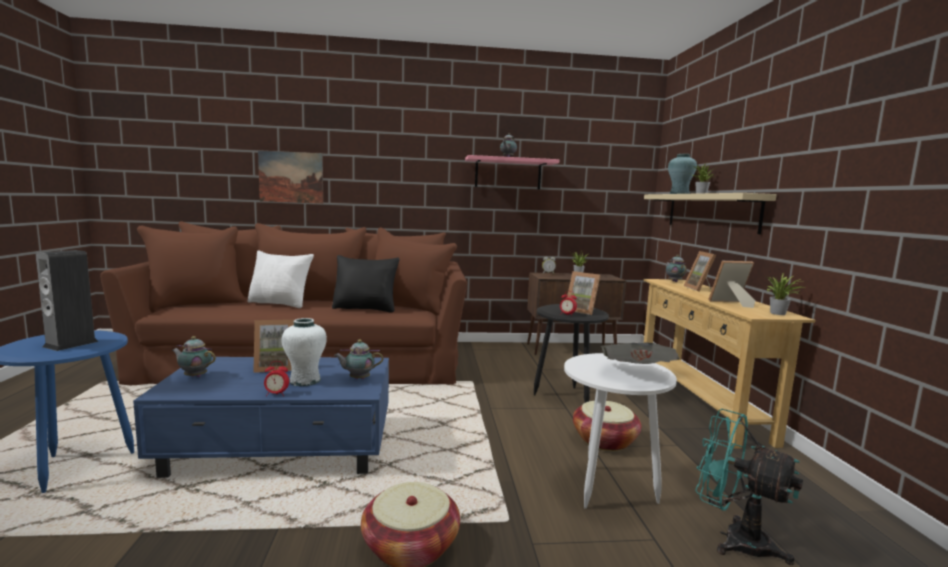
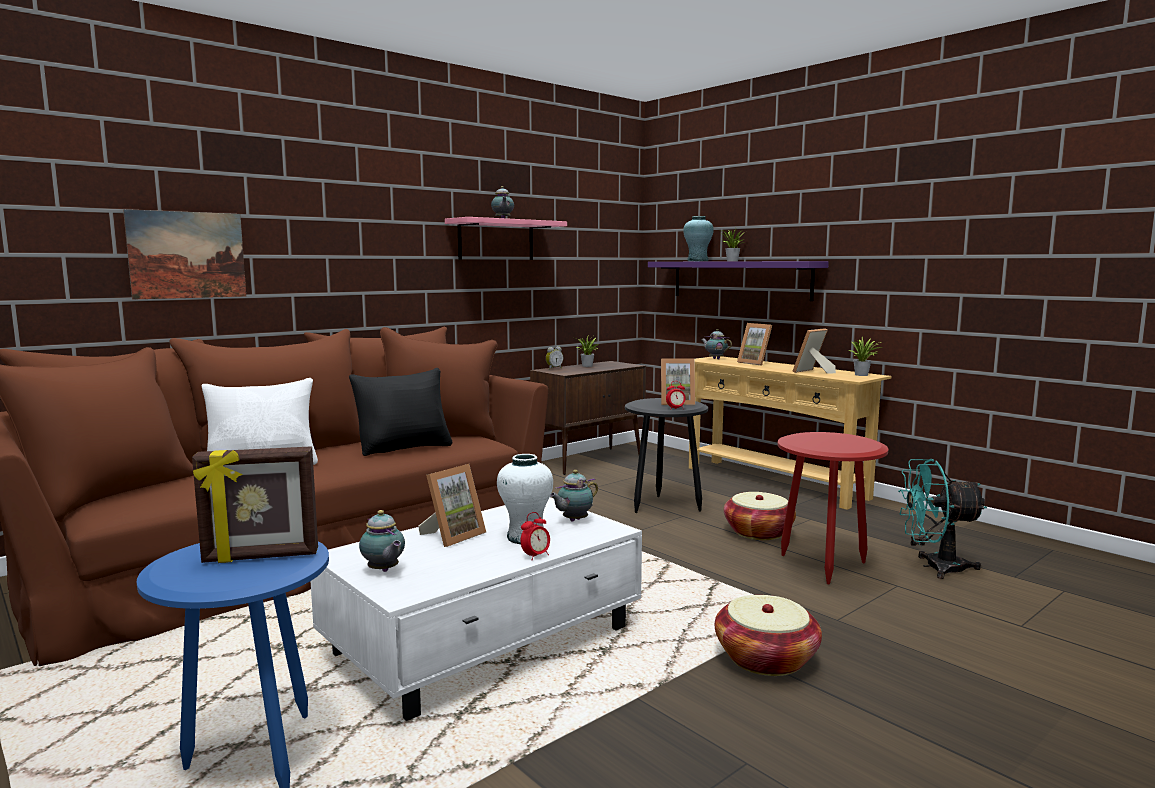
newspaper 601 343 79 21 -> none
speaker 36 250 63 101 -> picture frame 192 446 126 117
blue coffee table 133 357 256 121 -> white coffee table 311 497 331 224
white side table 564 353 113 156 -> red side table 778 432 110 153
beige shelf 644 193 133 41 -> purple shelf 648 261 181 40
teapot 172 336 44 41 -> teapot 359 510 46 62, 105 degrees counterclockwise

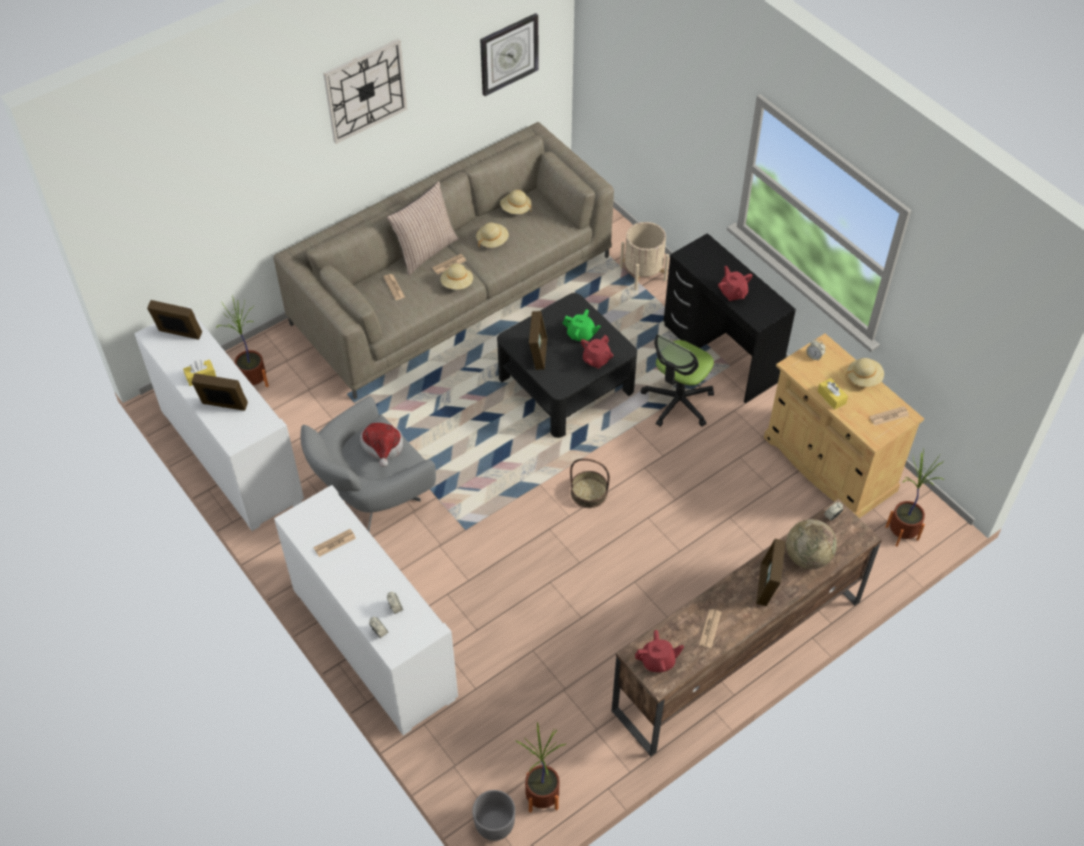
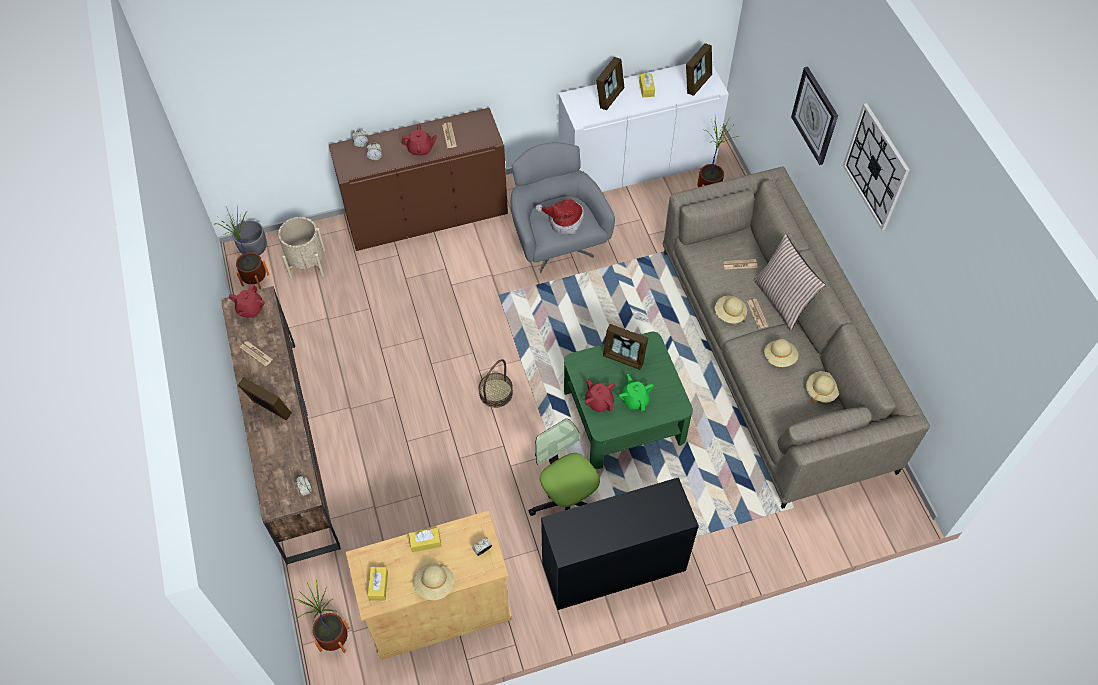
globe 786 519 51 50 -> none
wall clock 480 13 58 83 -> wall clock 791 67 47 98, moved
beige planter 620 222 49 68 -> beige planter 278 217 47 61, moved
red teapot 718 266 34 35 -> red teapot 401 125 36 31, moved
newspaper 869 406 40 20 -> yellow tissue box 368 567 20 34
white cabinet 274 485 184 250 -> brown cabinet 329 108 179 143
black coffee table 497 293 140 145 -> green coffee table 564 332 129 137
green teapot 563 309 38 32 -> green teapot 619 374 35 37, 120 degrees clockwise

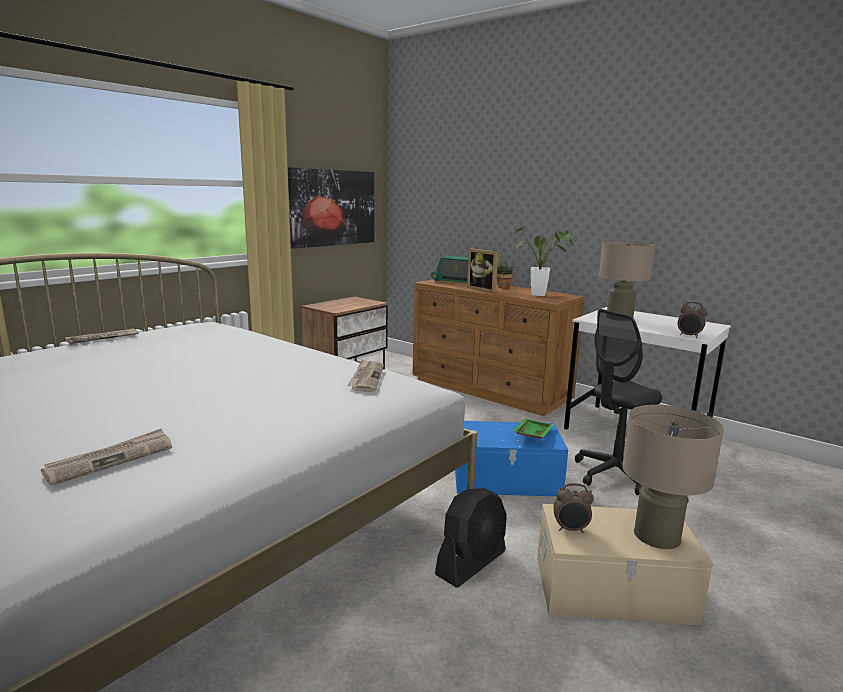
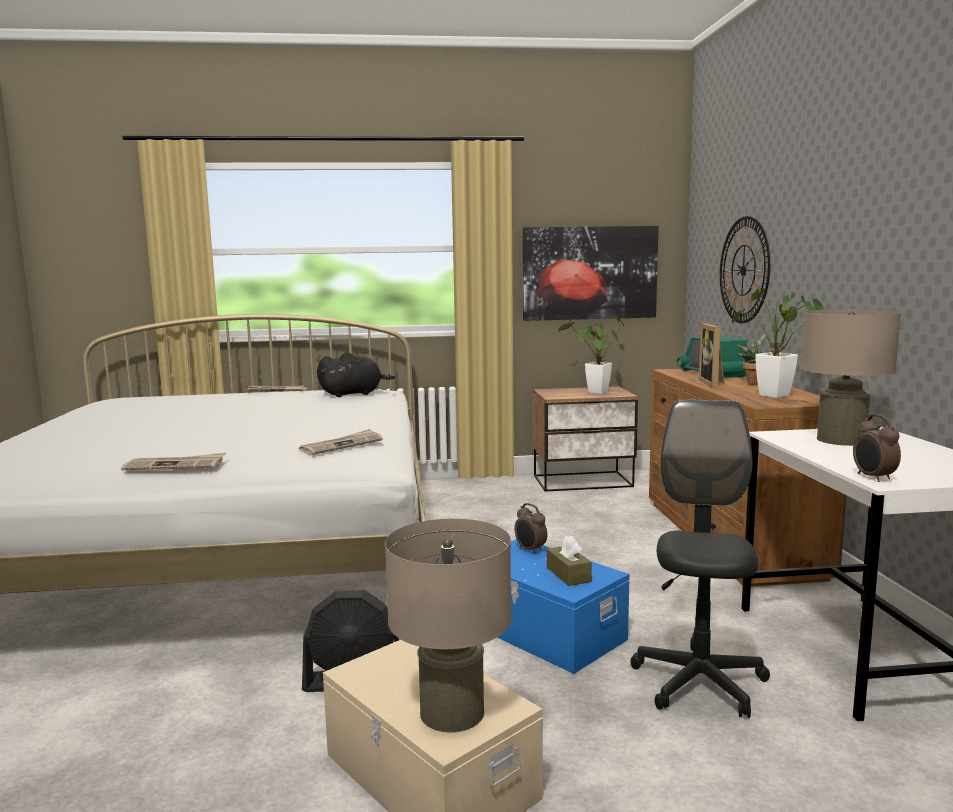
none -> black plush toy 317 352 78 45
none -> potted plant 558 317 66 77
none -> wall clock 720 216 50 107
newspaper 41 428 131 58 -> newspaper 121 452 105 18, moved
alarm clock 553 483 41 50 -> alarm clock 514 503 33 51, moved
green tray 512 418 42 21 -> brown tissue box 547 535 45 51
black office chair 575 309 87 186 -> black office chair 631 400 139 318, 90 degrees clockwise

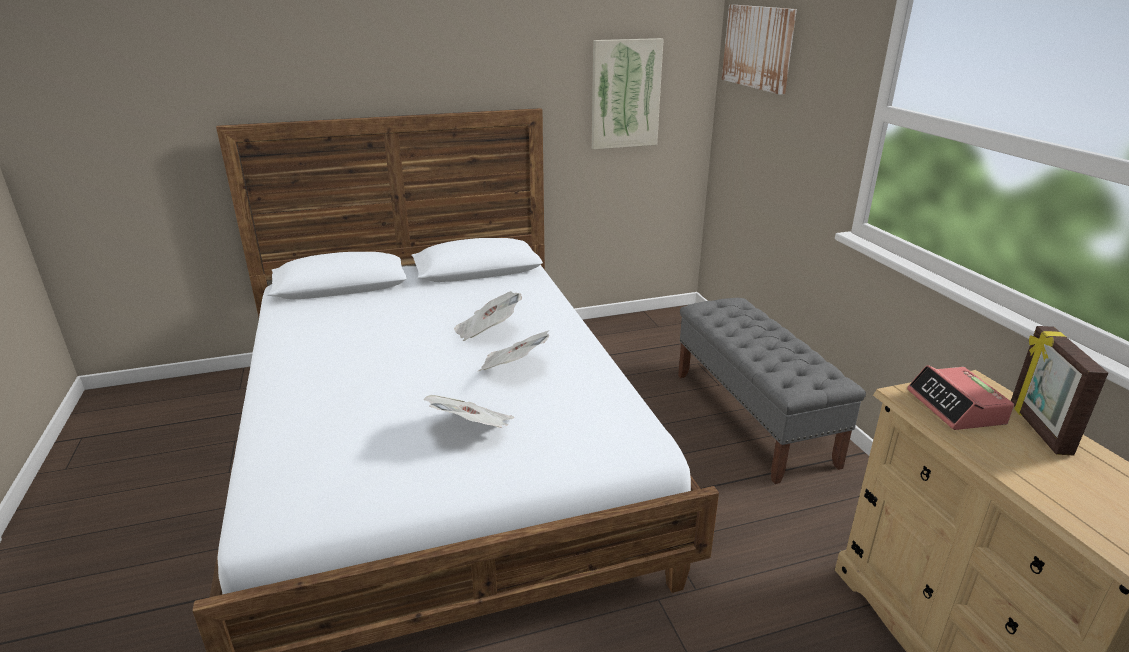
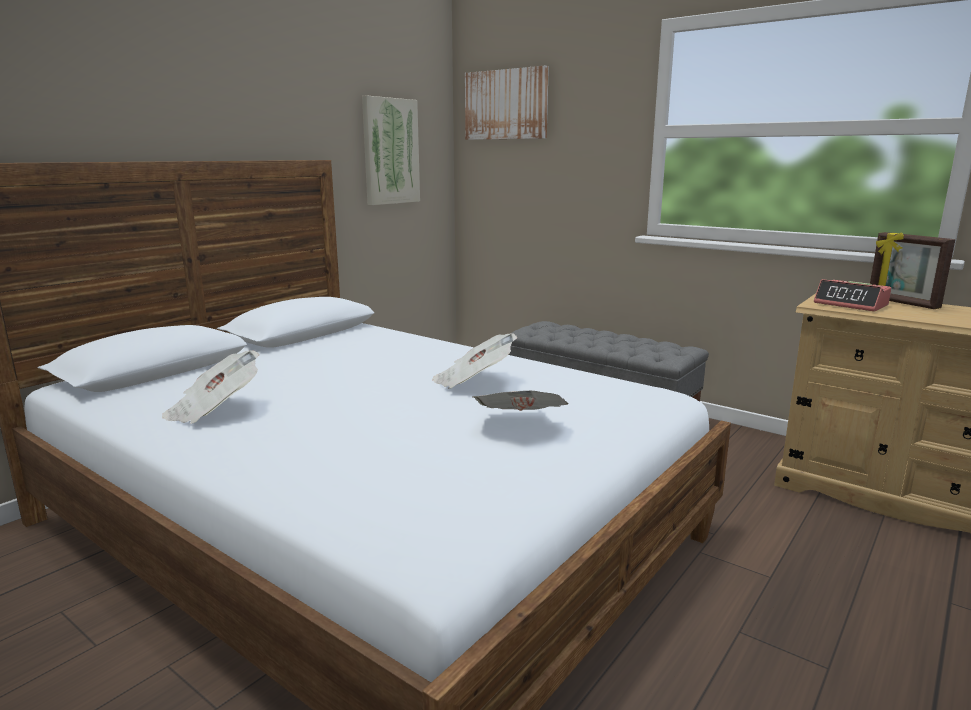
newspaper 454 291 68 50 -> newspaper 162 350 97 74, moved

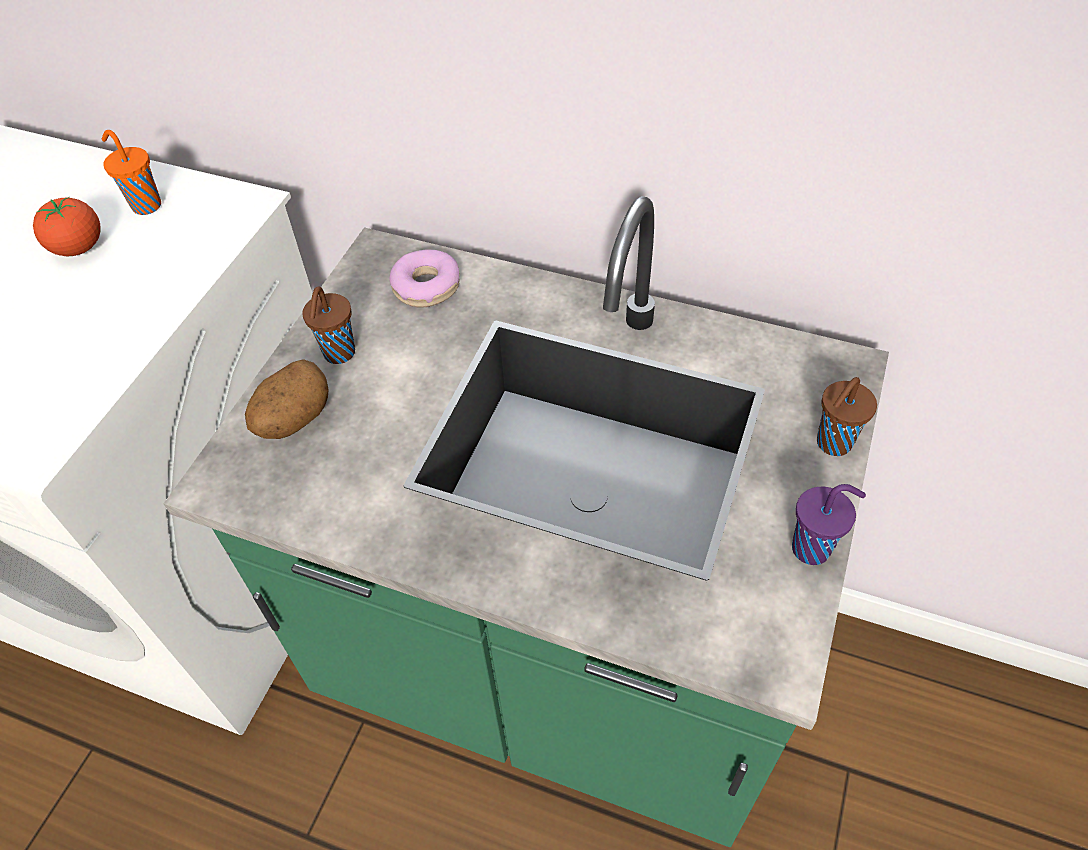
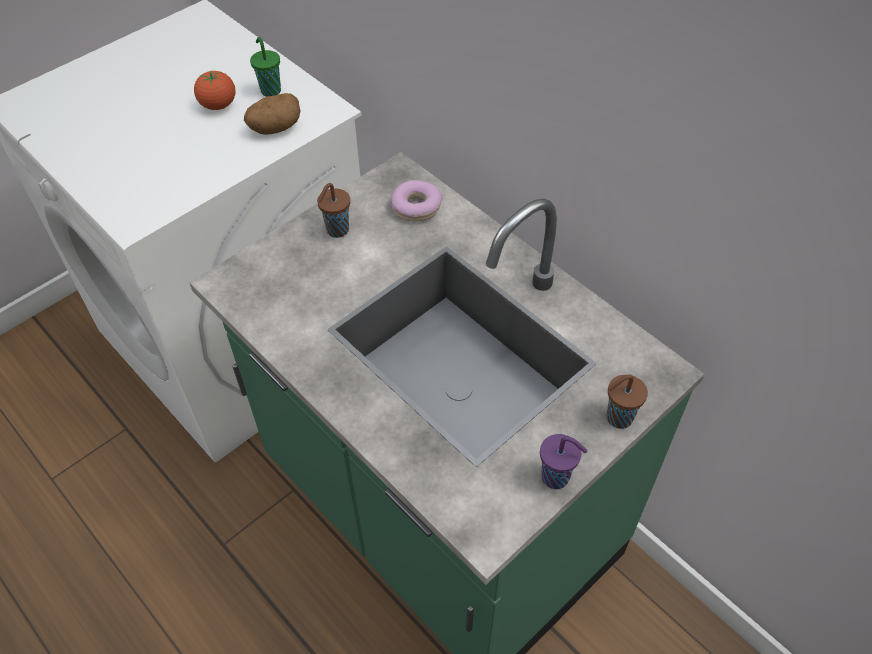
potato 245 359 84 80 -> potato 244 93 56 42, moved
orange cup 102 130 59 85 -> green cup 250 37 31 60

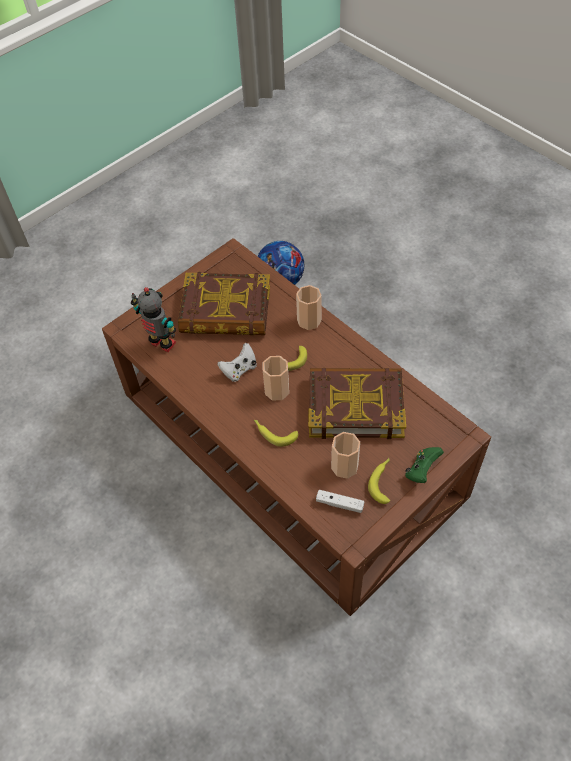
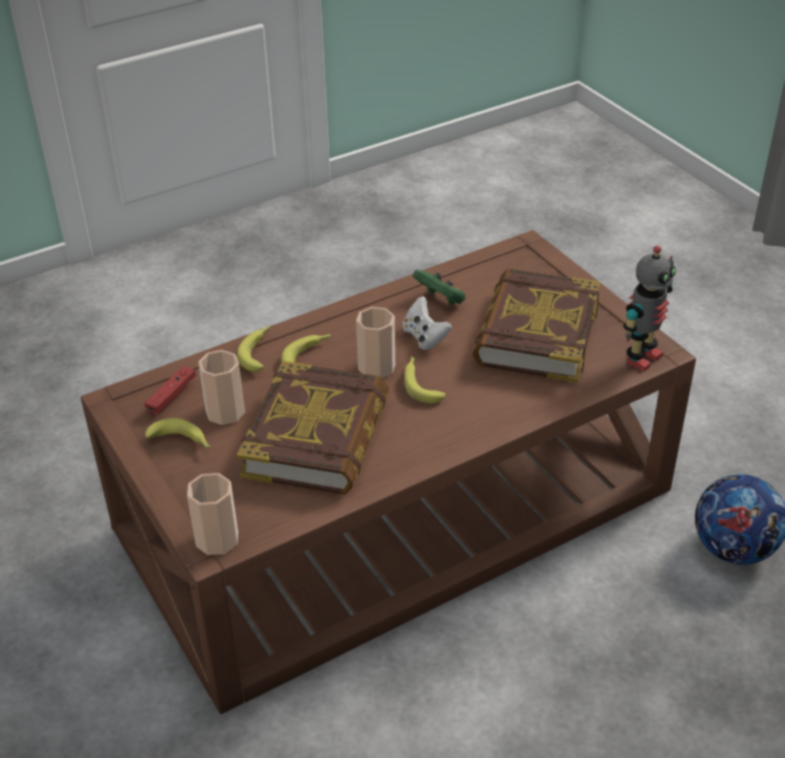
none -> banana 237 326 33 46
toy robot 131 287 45 65 -> toy robot 623 246 53 125, moved
cup 296 285 25 45 -> cup 187 473 51 82, moved
green game controller 405 447 39 36 -> green game controller 413 270 52 35, moved
white game controller 316 490 48 23 -> red game controller 145 366 51 49

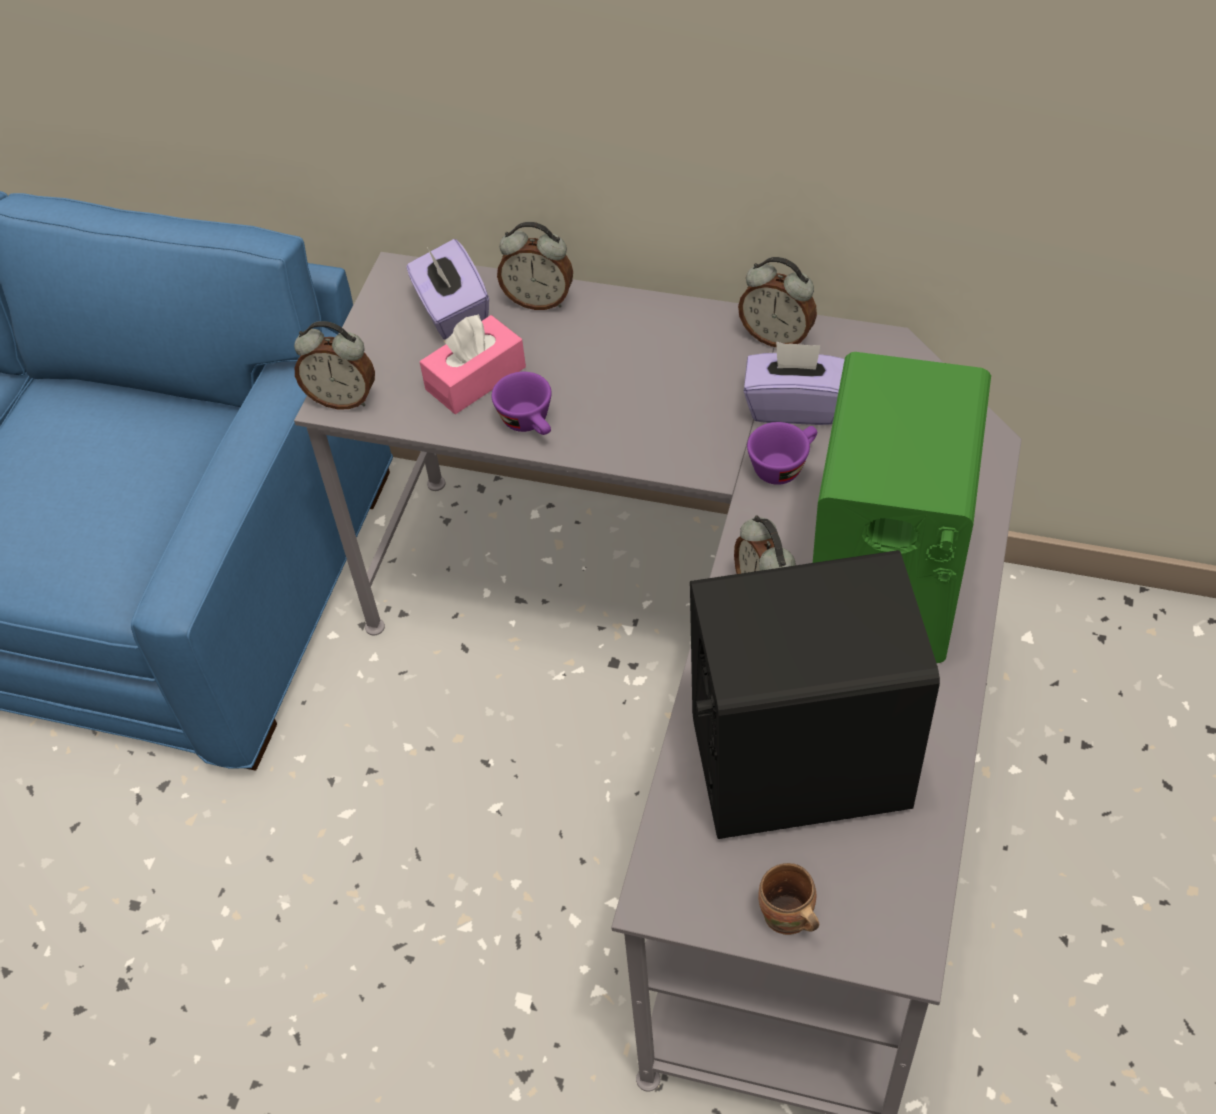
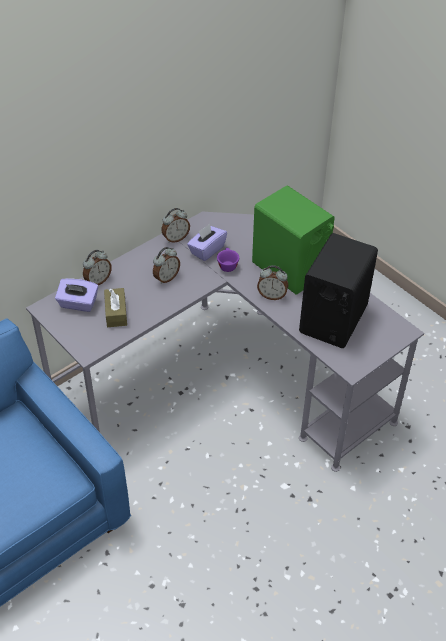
purple cup 492 372 60 63 -> none
brown mug 758 863 61 72 -> none
alarm clock 294 321 81 88 -> alarm clock 153 247 27 37, moved
pink tissue box 420 314 106 100 -> brown tissue box 104 288 23 39

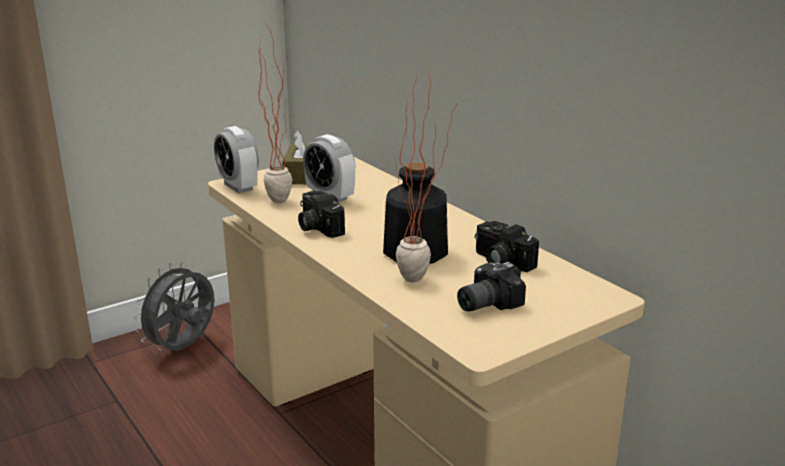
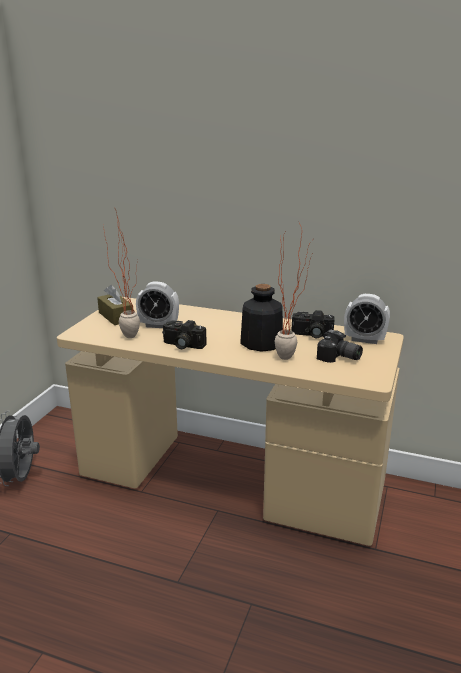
alarm clock 214 126 45 67 -> alarm clock 344 294 46 50, moved
photo camera 457 262 69 50 -> photo camera 317 330 46 33, 75 degrees counterclockwise

